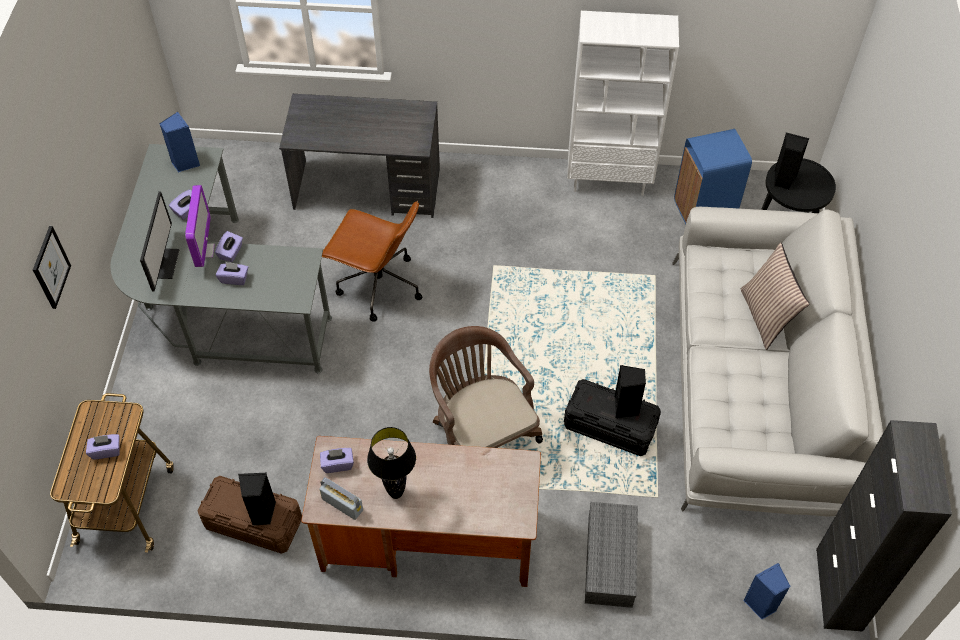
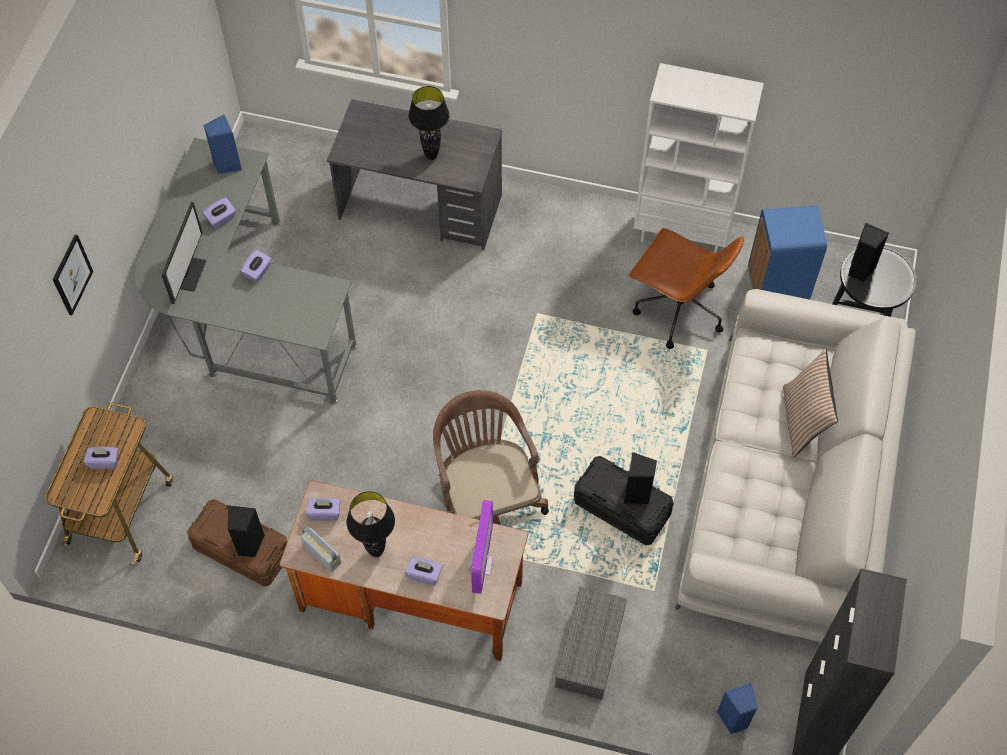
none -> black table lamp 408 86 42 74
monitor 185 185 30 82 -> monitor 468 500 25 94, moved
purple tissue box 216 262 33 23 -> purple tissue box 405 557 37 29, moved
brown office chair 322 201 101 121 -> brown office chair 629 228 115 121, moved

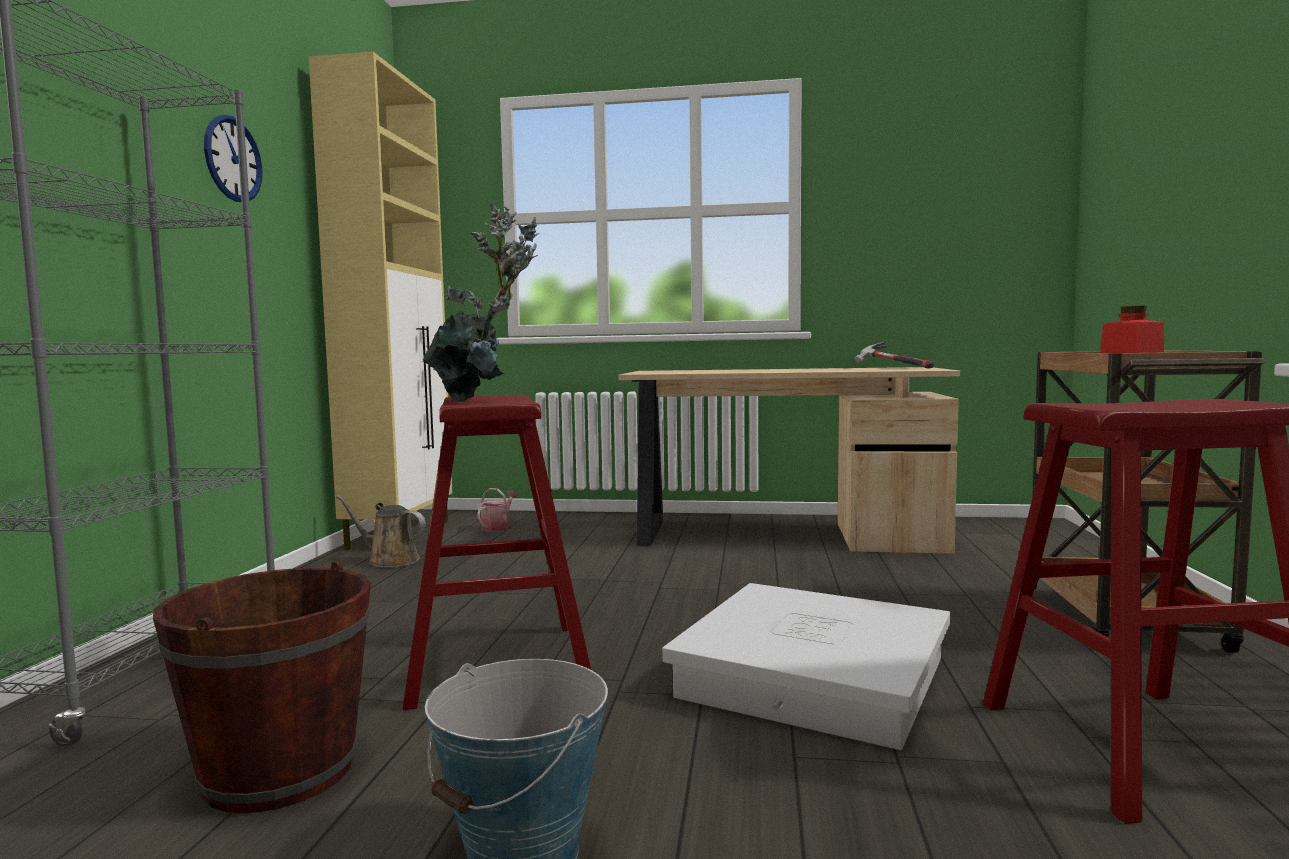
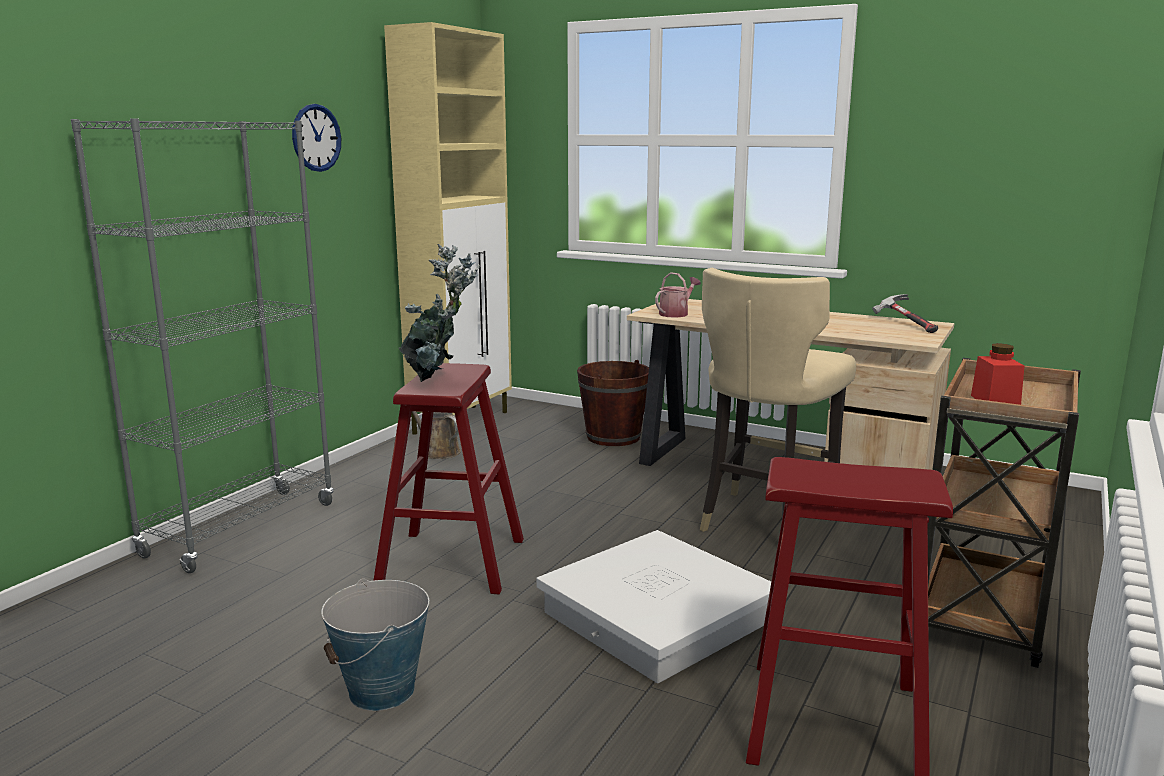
none -> beige chair 700 268 156 264
brown bucket 153 561 218 252 -> brown bucket 577 360 72 86, moved
watering can 477 488 41 44 -> watering can 655 272 46 46, moved

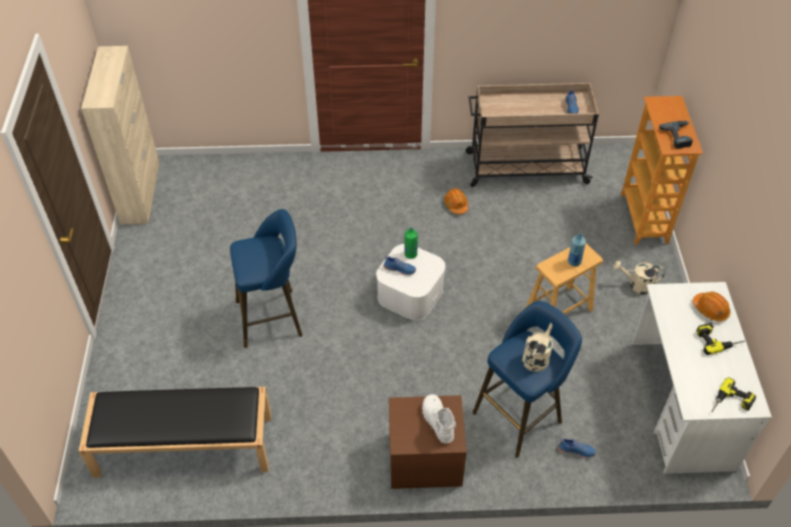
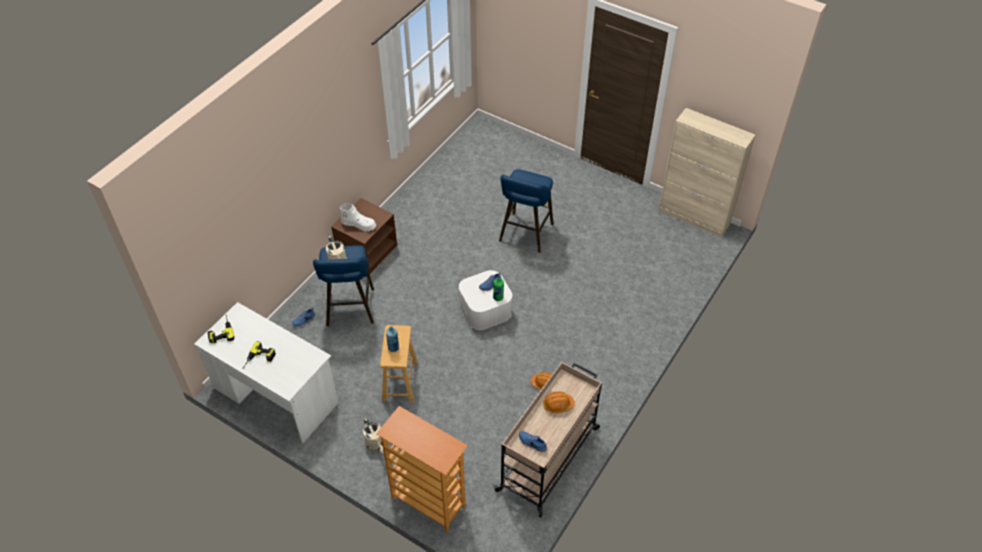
black bench 79 387 192 91 -> none
power drill 659 121 34 28 -> none
orange hard hat 693 292 38 30 -> orange hard hat 543 391 32 22, moved
beige watering can 613 261 52 34 -> beige watering can 363 418 21 36, 105 degrees clockwise

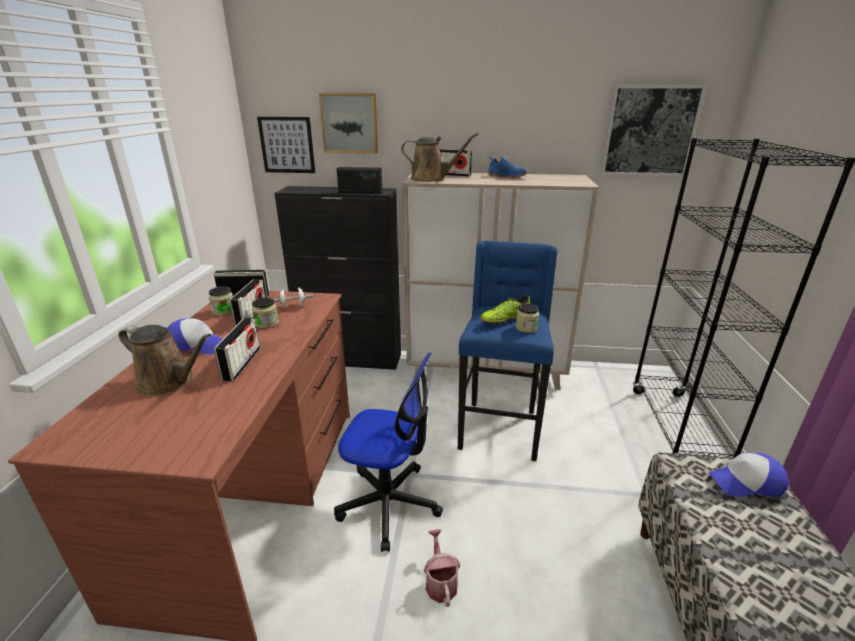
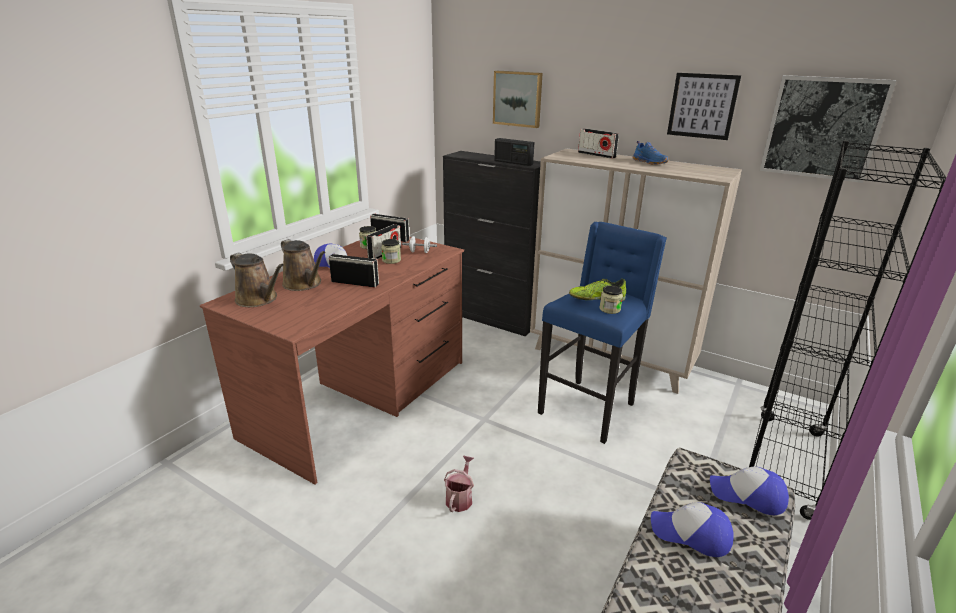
office chair 334 352 109 200 -> none
none -> cap 651 502 83 55
picture 257 117 58 56 -> picture 667 73 74 67, moved
brown watering can 401 133 77 49 -> brown watering can 230 252 54 55, moved
radio 214 318 46 63 -> radio 329 254 50 34, 105 degrees counterclockwise

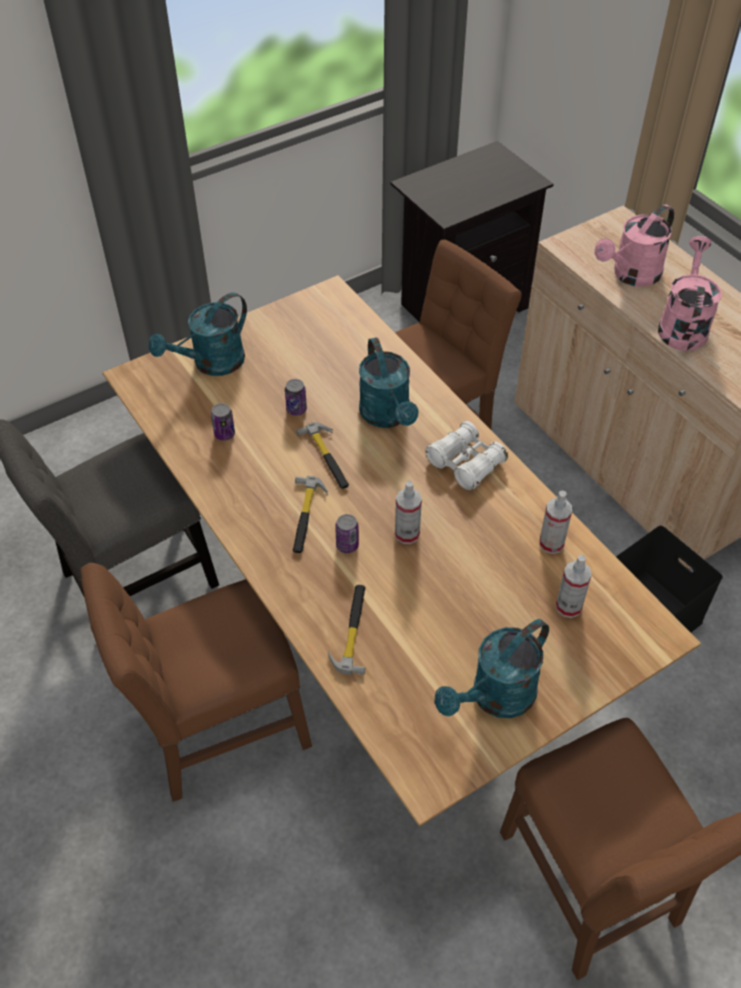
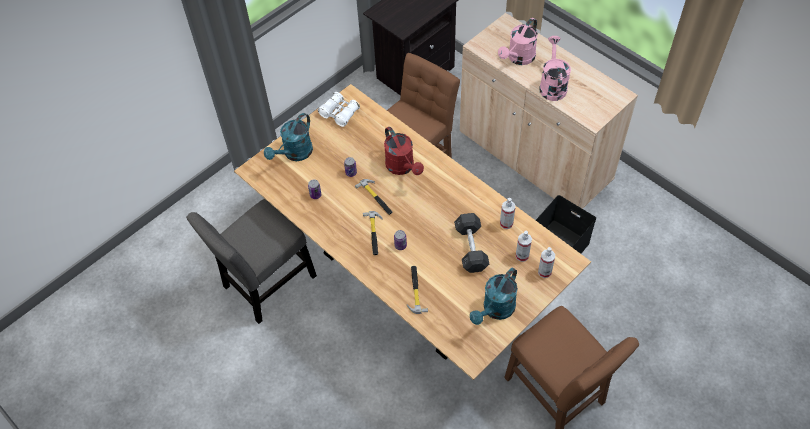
brown chair 80 563 232 239 -> none
none -> grey dumbbell 454 213 35 60
spray bottle 395 481 27 63 -> spray bottle 538 247 17 31, moved
white binoculars 426 421 82 69 -> white binoculars 318 92 42 35, moved
turquoise watering can 359 337 60 91 -> red watering can 384 127 40 48

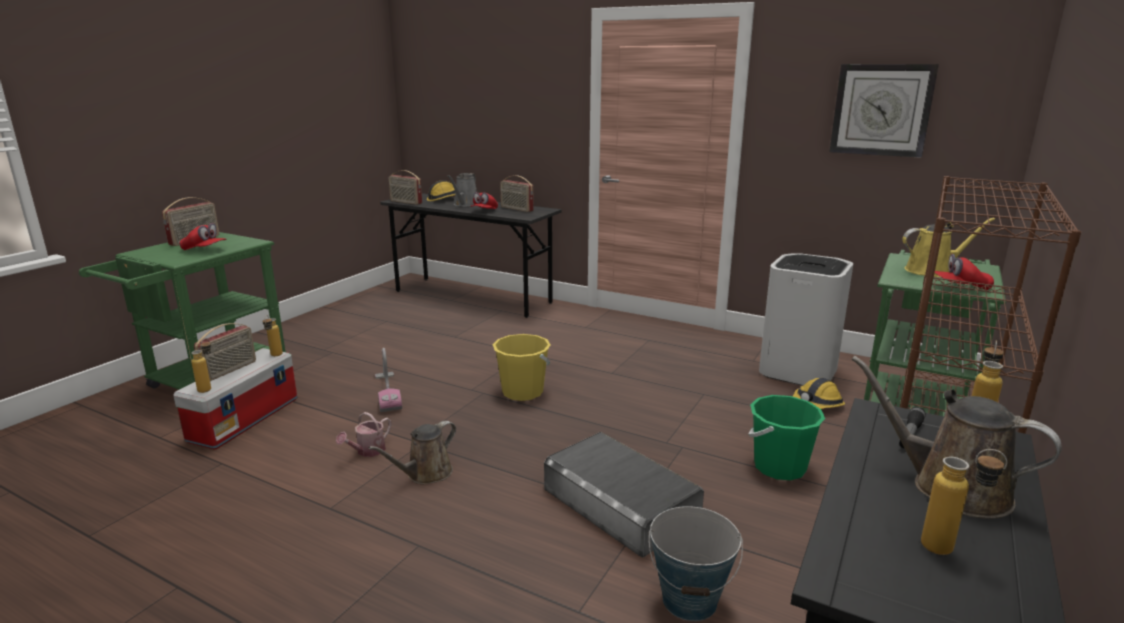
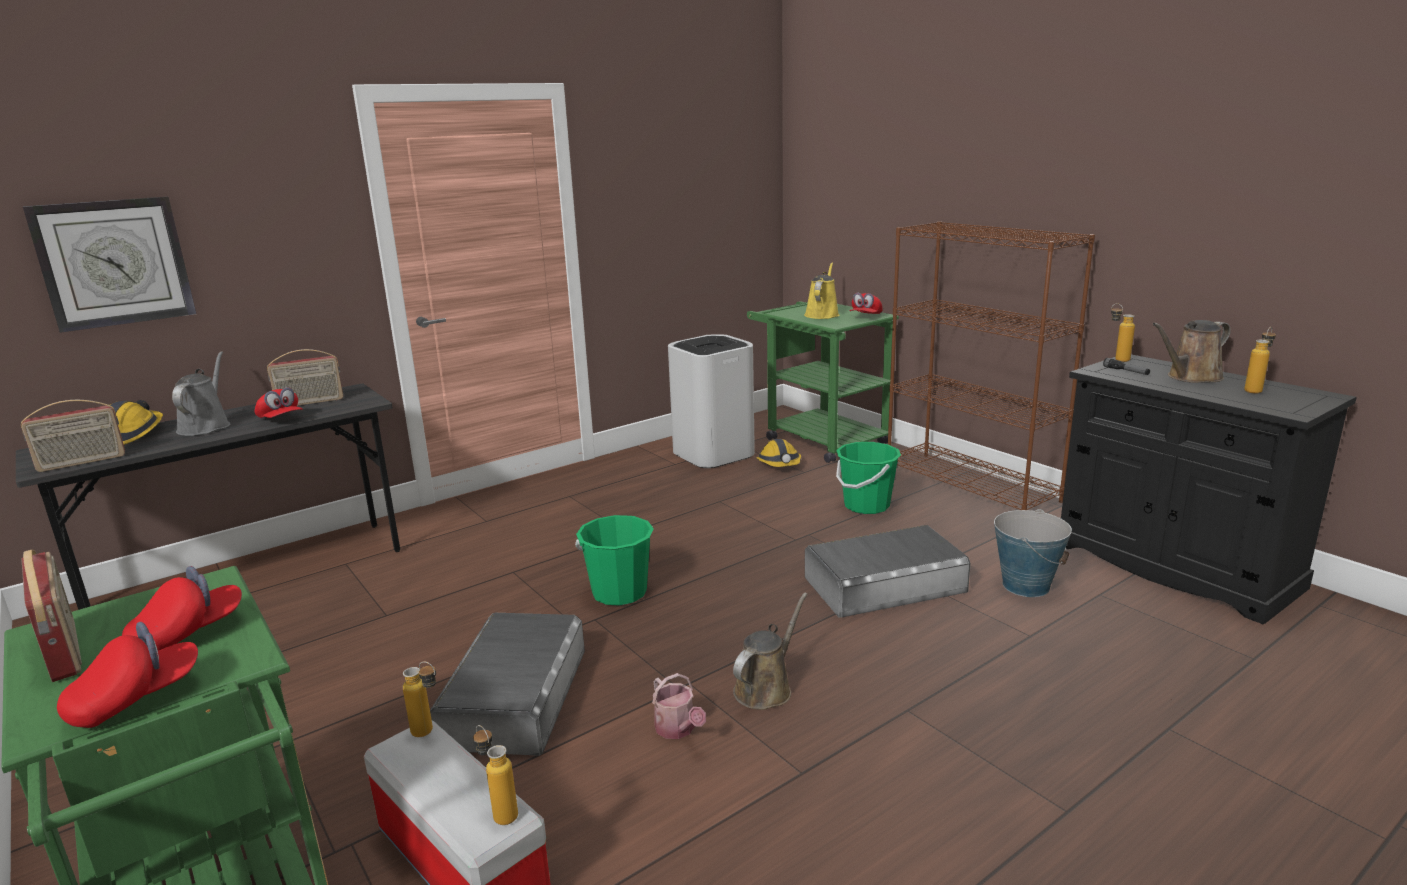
radio 194 323 62 58 -> none
none -> red cap 57 622 141 106
wall clock 830 64 109 94 -> wall clock 23 196 173 137, moved
vacuum cleaner 375 348 27 64 -> grey storage box 430 613 155 143
yellow bucket 493 334 58 67 -> green bucket 575 515 79 91
brown watering can 369 421 87 63 -> brown watering can 733 593 75 117, 120 degrees counterclockwise
grey watering can 448 173 29 34 -> grey watering can 172 351 58 85, 135 degrees counterclockwise

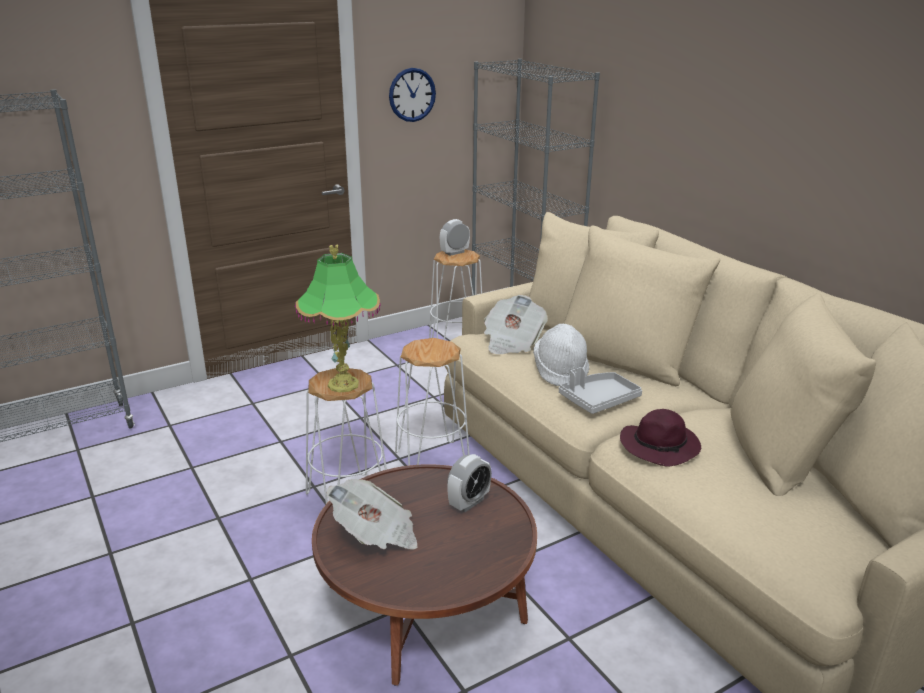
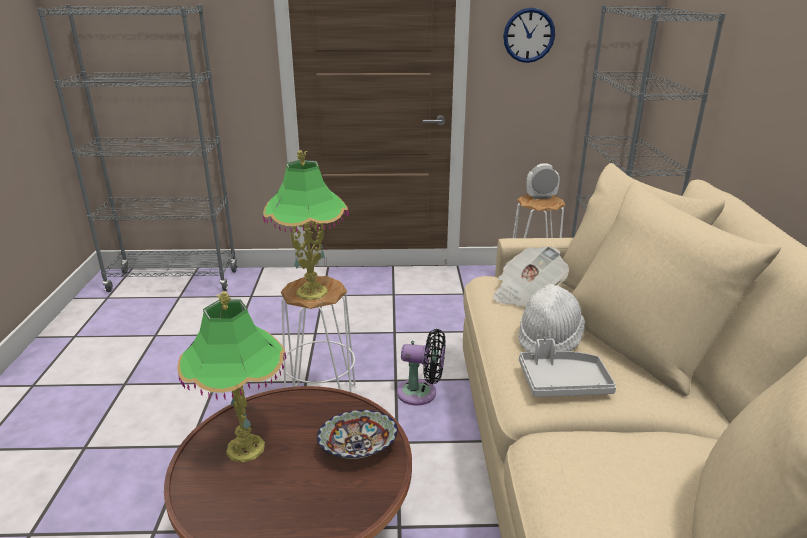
purple hat 620 409 81 57 -> none
newspaper 327 479 91 71 -> table lamp 177 291 110 171
white stool 395 338 75 128 -> black fan 397 329 48 77
alarm clock 447 454 45 58 -> bowl 317 410 81 49

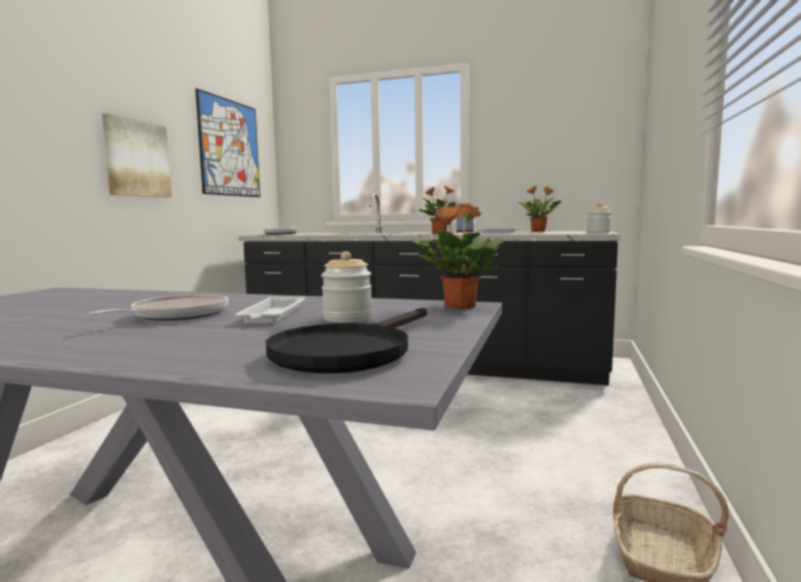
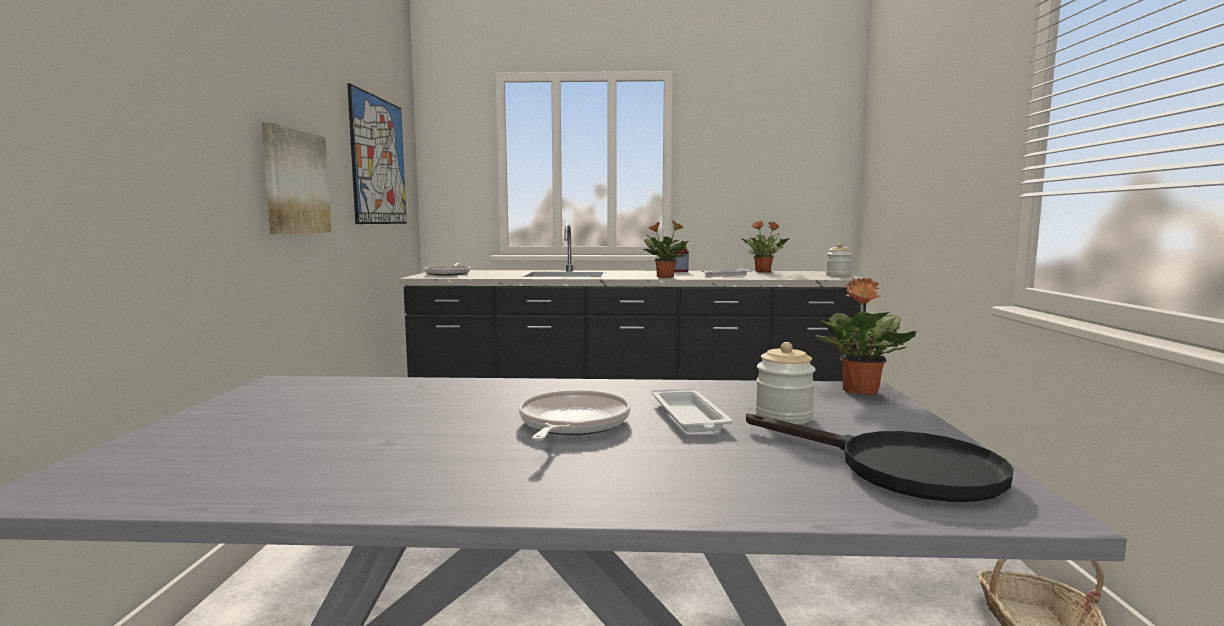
black frying pan 266 308 161 66 -> black frying pan 746 413 267 89, 60 degrees counterclockwise

